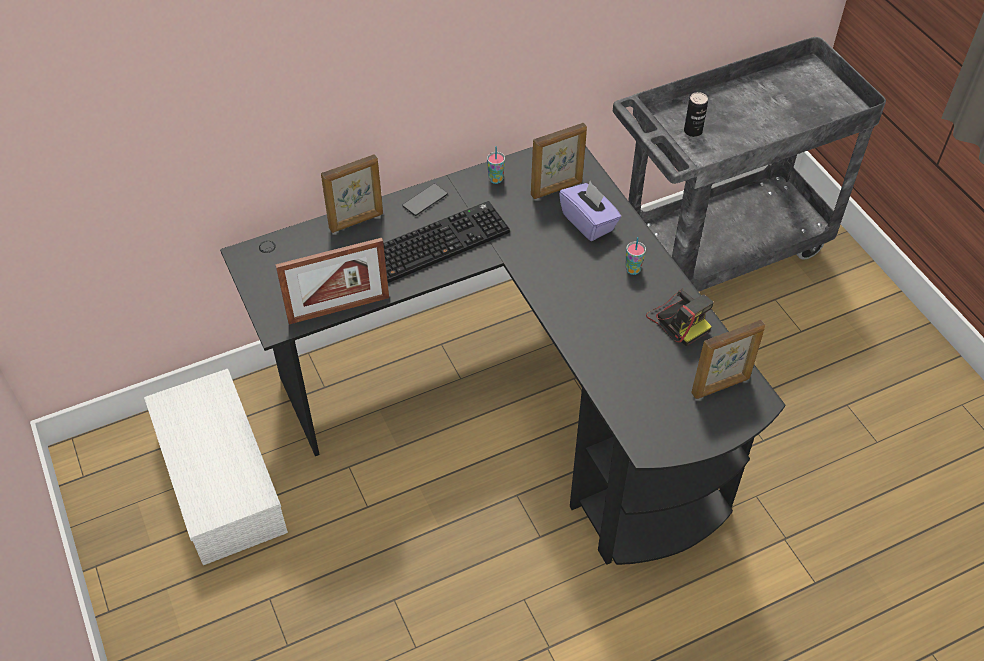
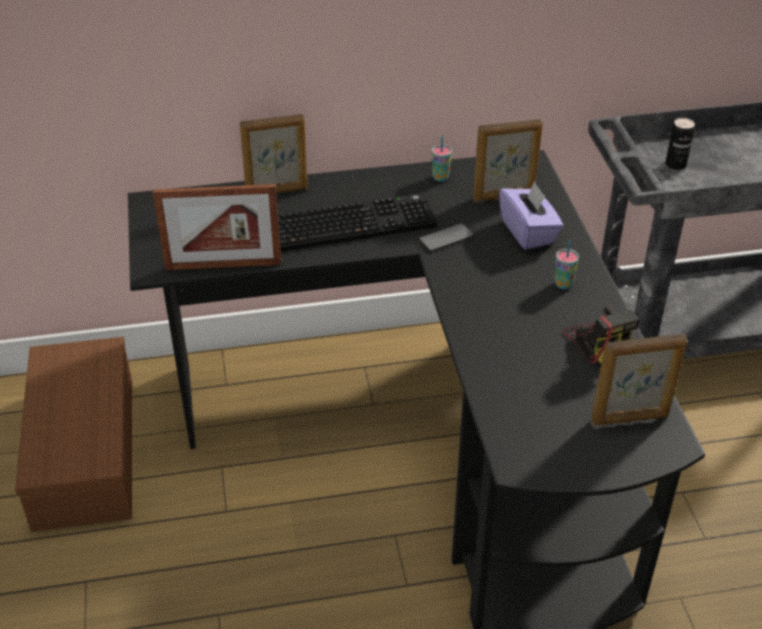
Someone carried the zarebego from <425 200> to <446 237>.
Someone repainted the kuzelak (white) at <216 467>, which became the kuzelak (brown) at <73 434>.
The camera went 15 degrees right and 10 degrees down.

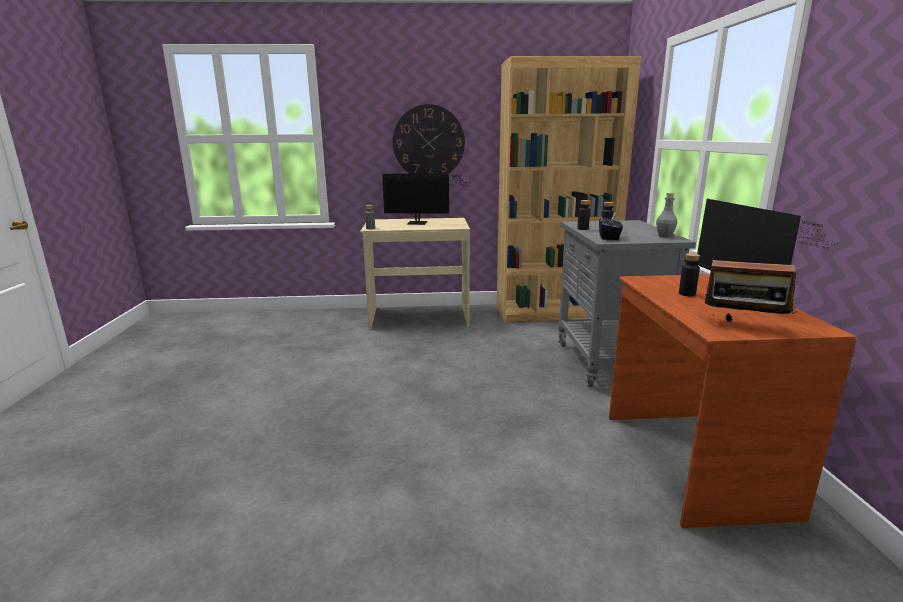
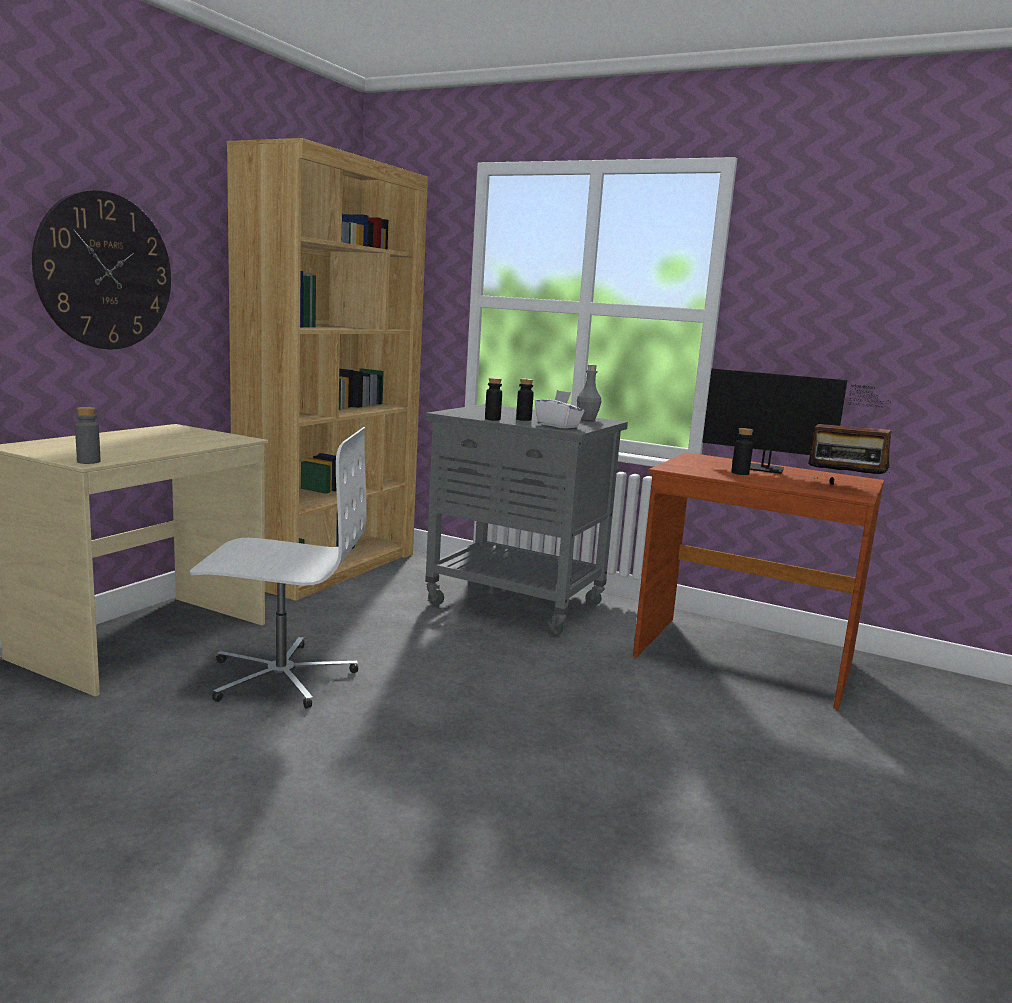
Someone took away the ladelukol at <425 199>.
Someone put down the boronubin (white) at <278 567>.
Someone repainted the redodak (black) at <611 226>, which became the redodak (white) at <560 409>.
Someone rotated the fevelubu at <750 283> by 60 degrees clockwise.
The camera went 60 degrees left and 5 degrees down.

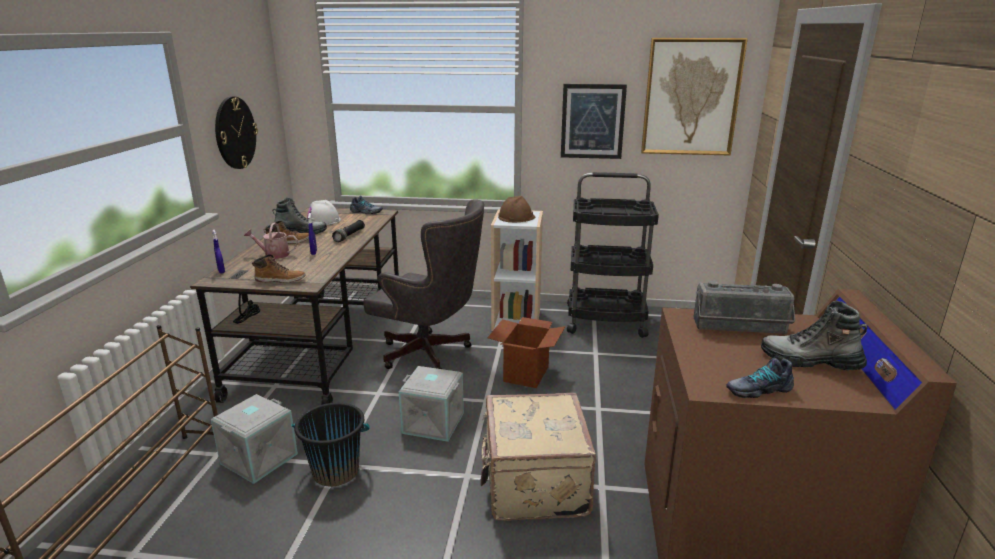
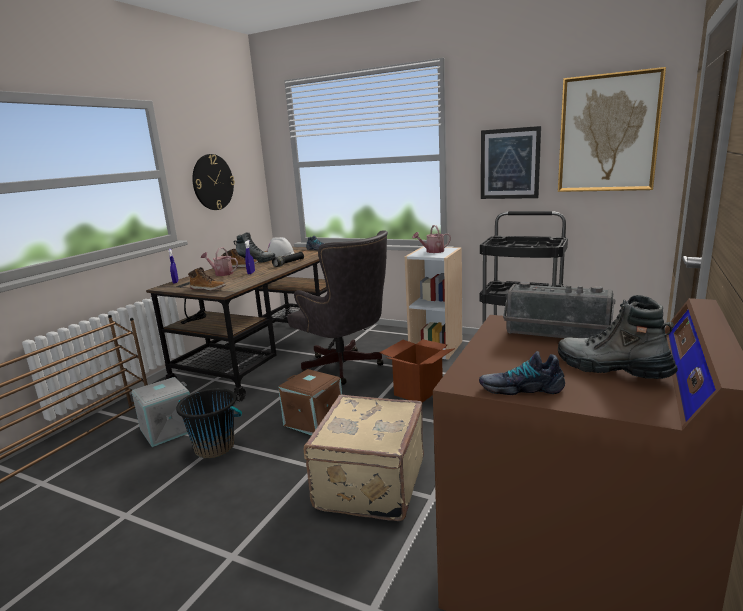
Someone swapped the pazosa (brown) at <516 209> for the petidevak at <431 239>.
Someone repainted the kuzelak (grey) at <431 404>, which became the kuzelak (brown) at <310 402>.
The camera went 20 degrees right and 5 degrees down.

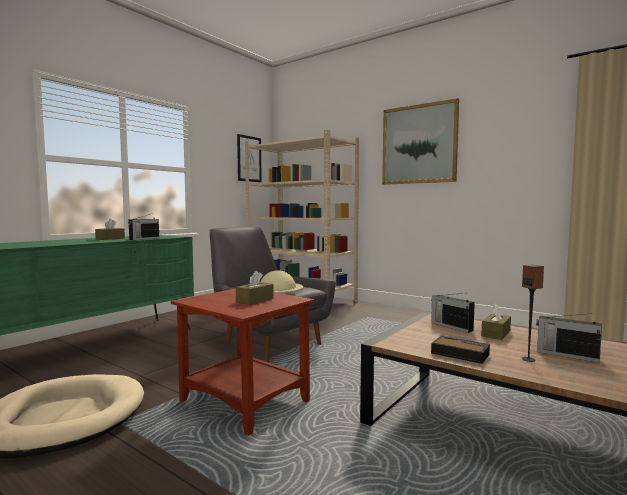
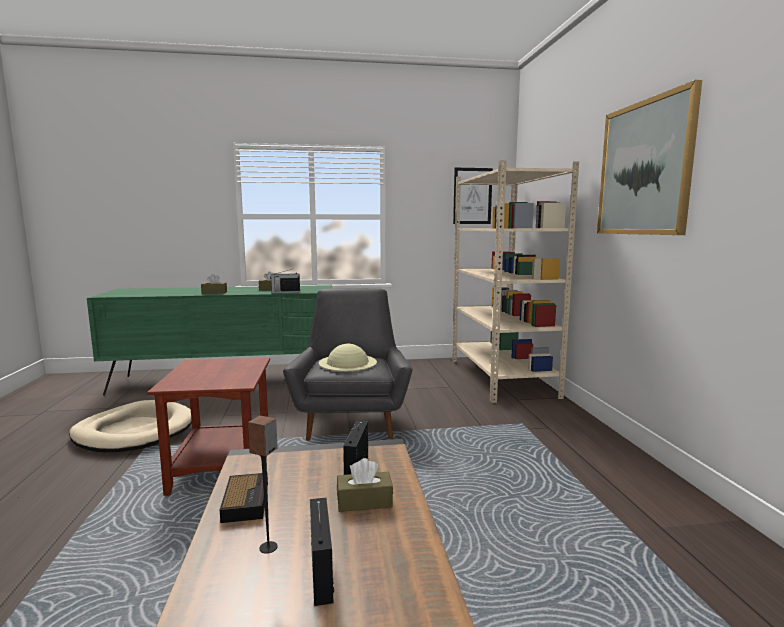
Someone carried the redodak (brown) from <254 288> to <214 284>.
The camera went 45 degrees right and 5 degrees up.

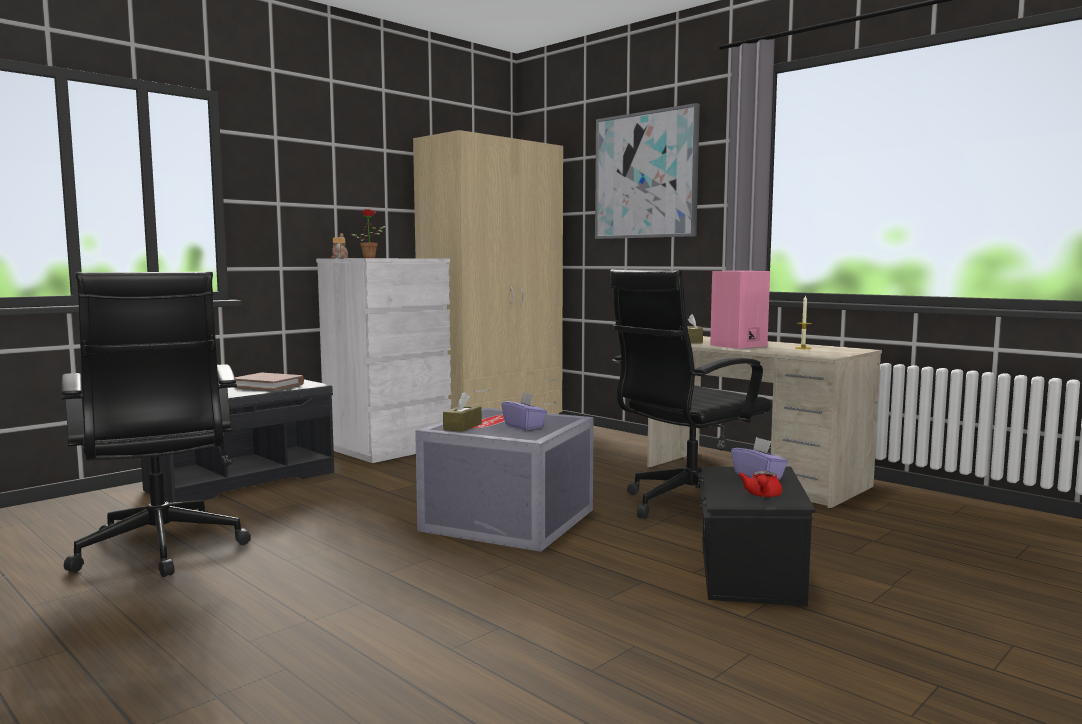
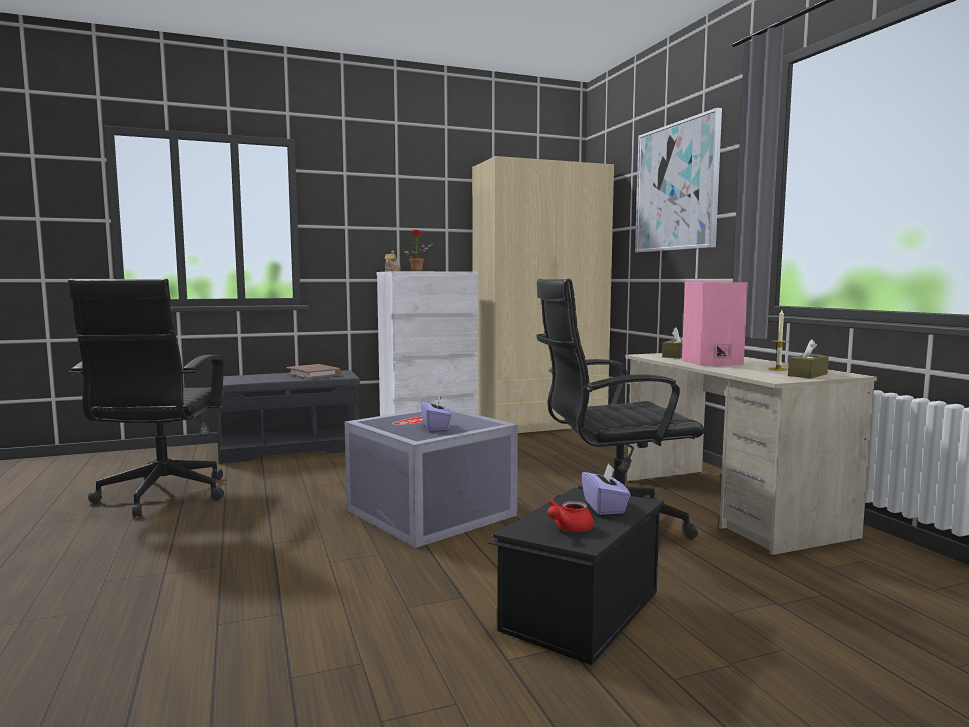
Someone carried the redodak (brown) from <462 412> to <808 358>.
The camera went 25 degrees right and 0 degrees up.

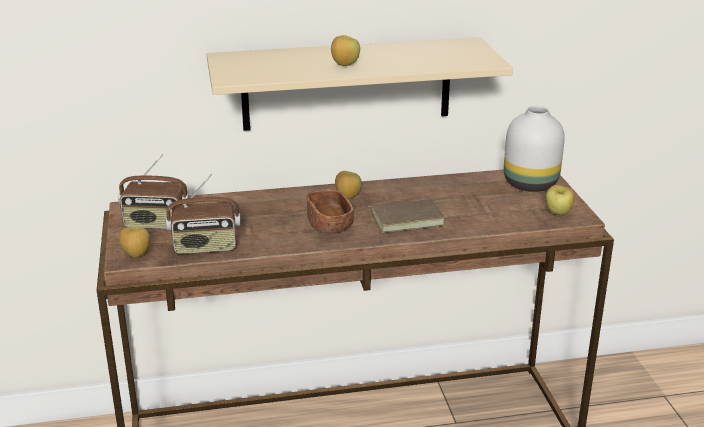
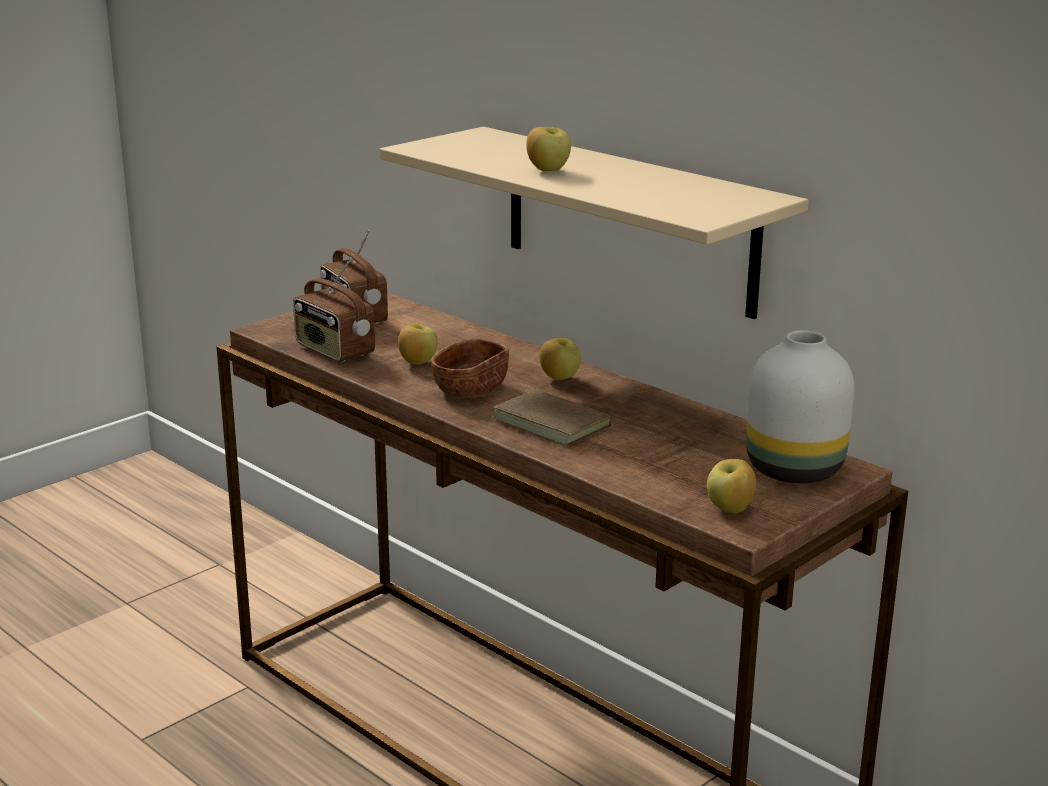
Someone carried the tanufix from <134 242> to <418 344>.
The camera went 55 degrees right and 5 degrees down.

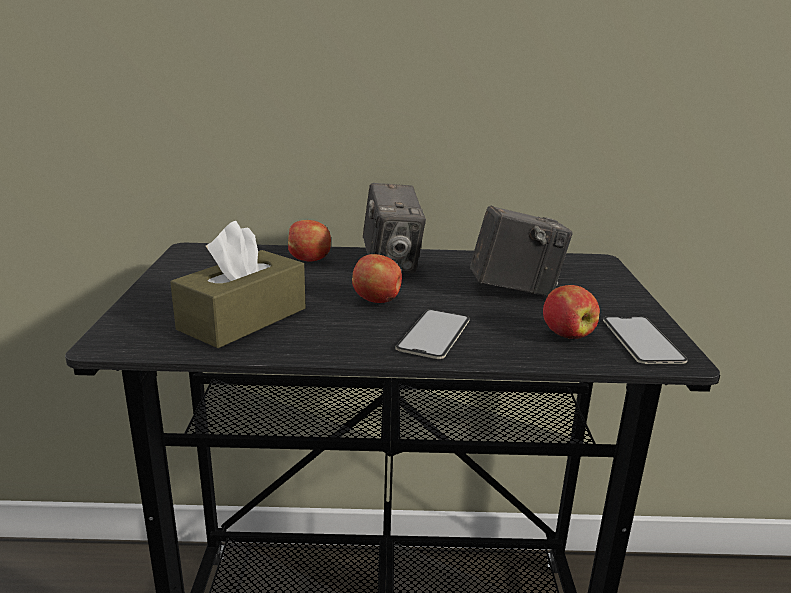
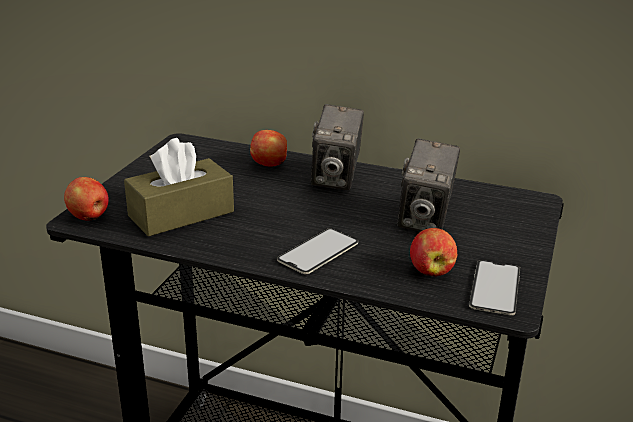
Someone carried the tanufix from <377 278> to <86 199>.
Someone rotated the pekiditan at <521 250> by 90 degrees clockwise.
The camera went 20 degrees right and 5 degrees up.

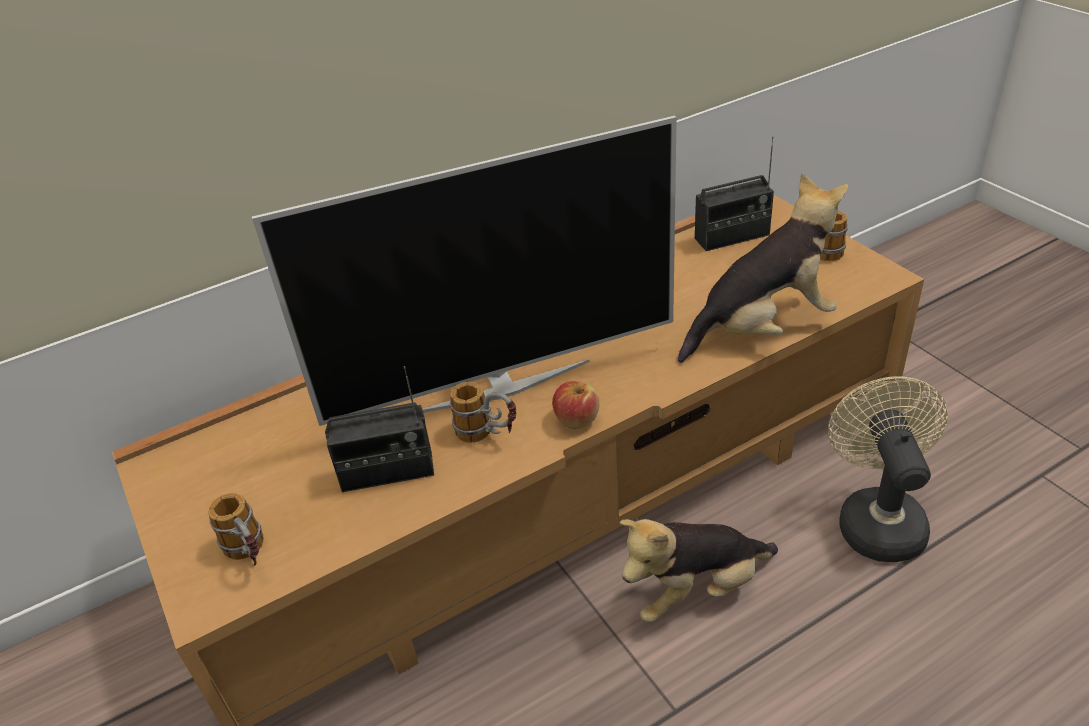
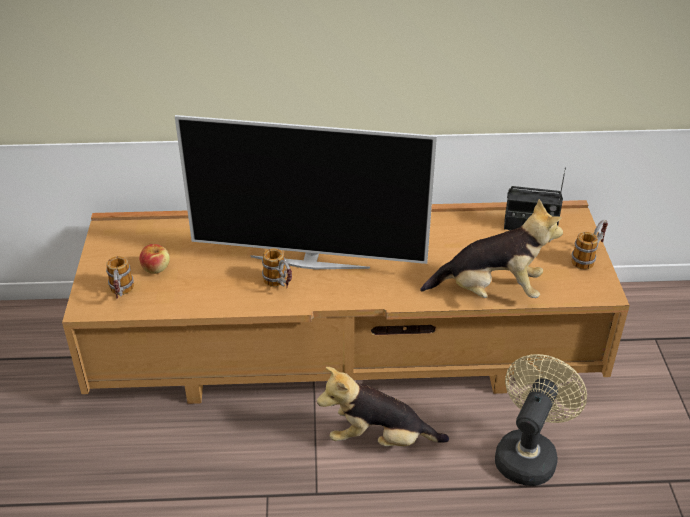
Someone took away the fevelubu at <379 429>.
Someone carried the tanufix from <576 405> to <154 259>.
The camera went 25 degrees right and 0 degrees up.

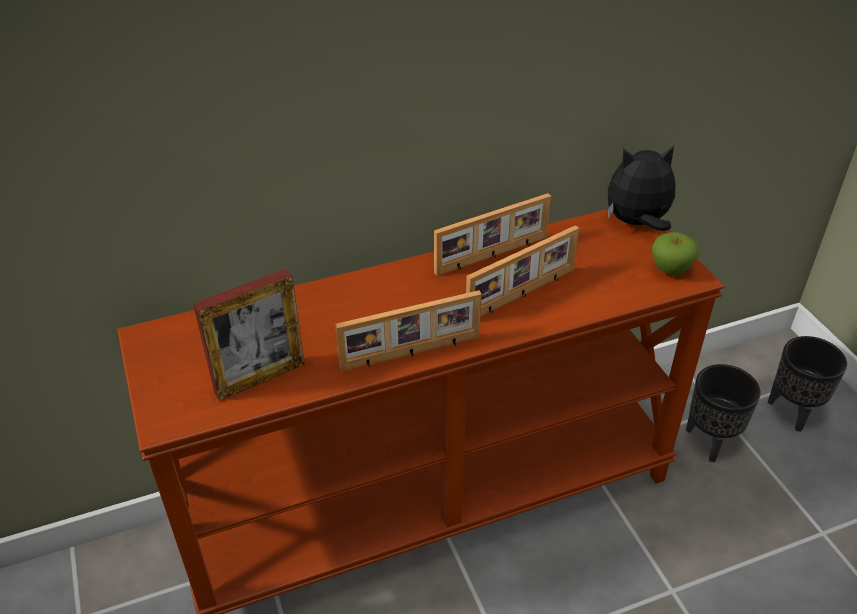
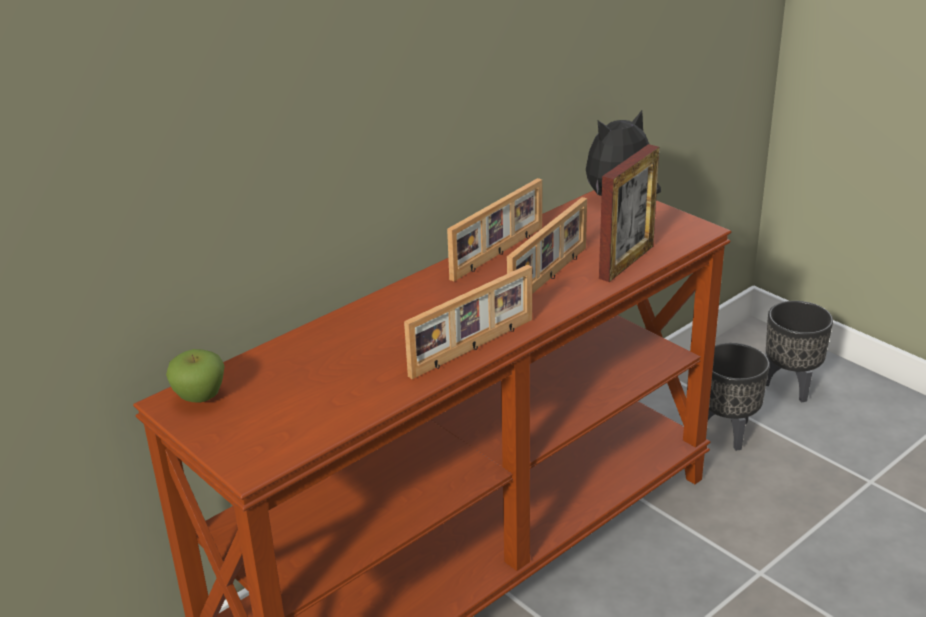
Someone carried the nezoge from <249 335> to <629 213>.
Someone carried the tanufix from <675 253> to <195 375>.
The camera went 20 degrees left and 10 degrees down.

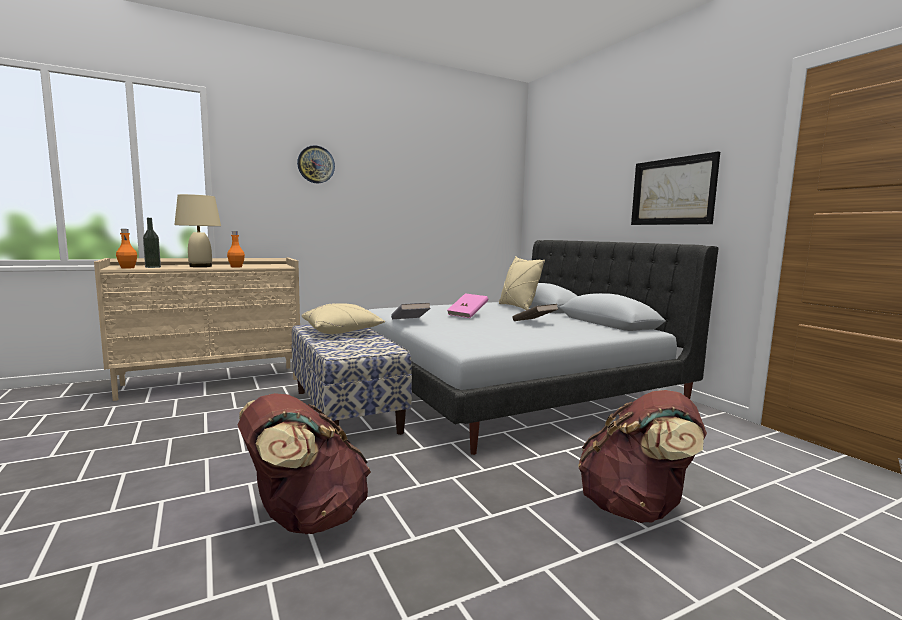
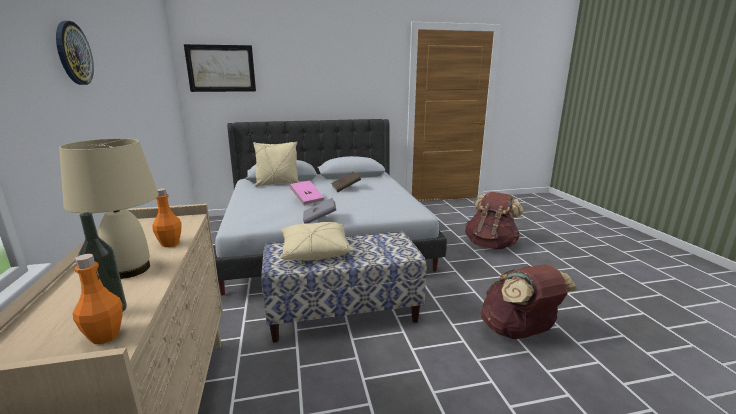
Someone carried the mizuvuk from <675 188> to <220 68>.
The camera went 75 degrees left and 10 degrees up.

